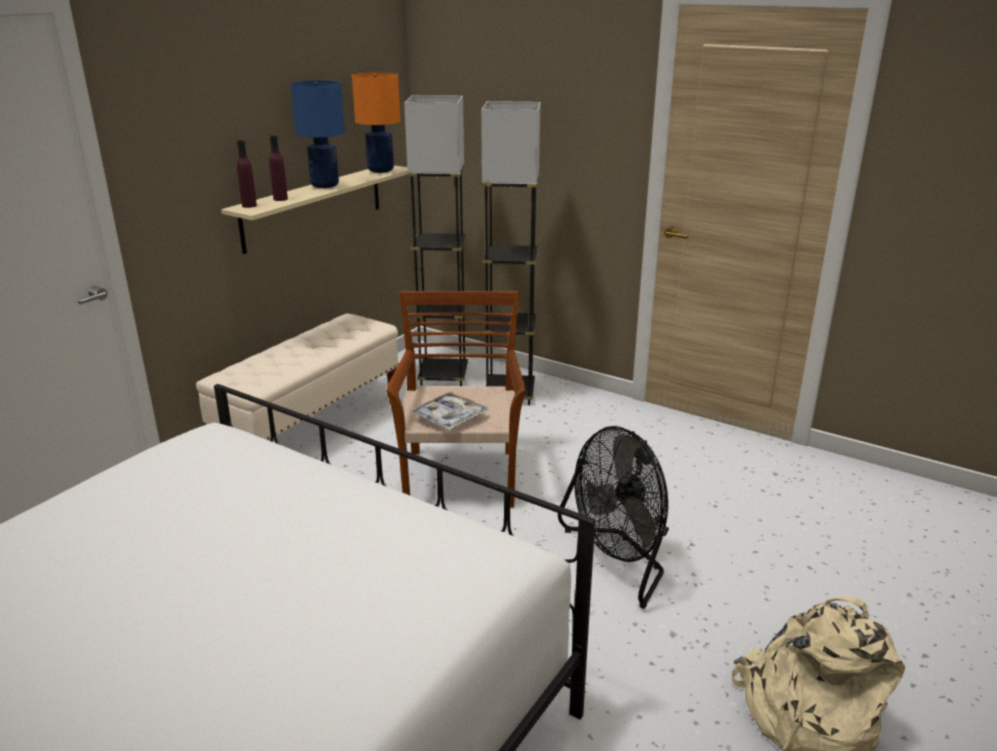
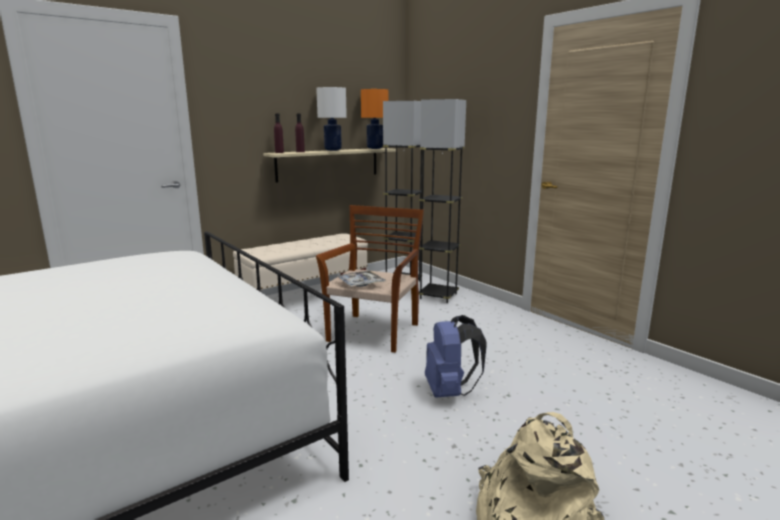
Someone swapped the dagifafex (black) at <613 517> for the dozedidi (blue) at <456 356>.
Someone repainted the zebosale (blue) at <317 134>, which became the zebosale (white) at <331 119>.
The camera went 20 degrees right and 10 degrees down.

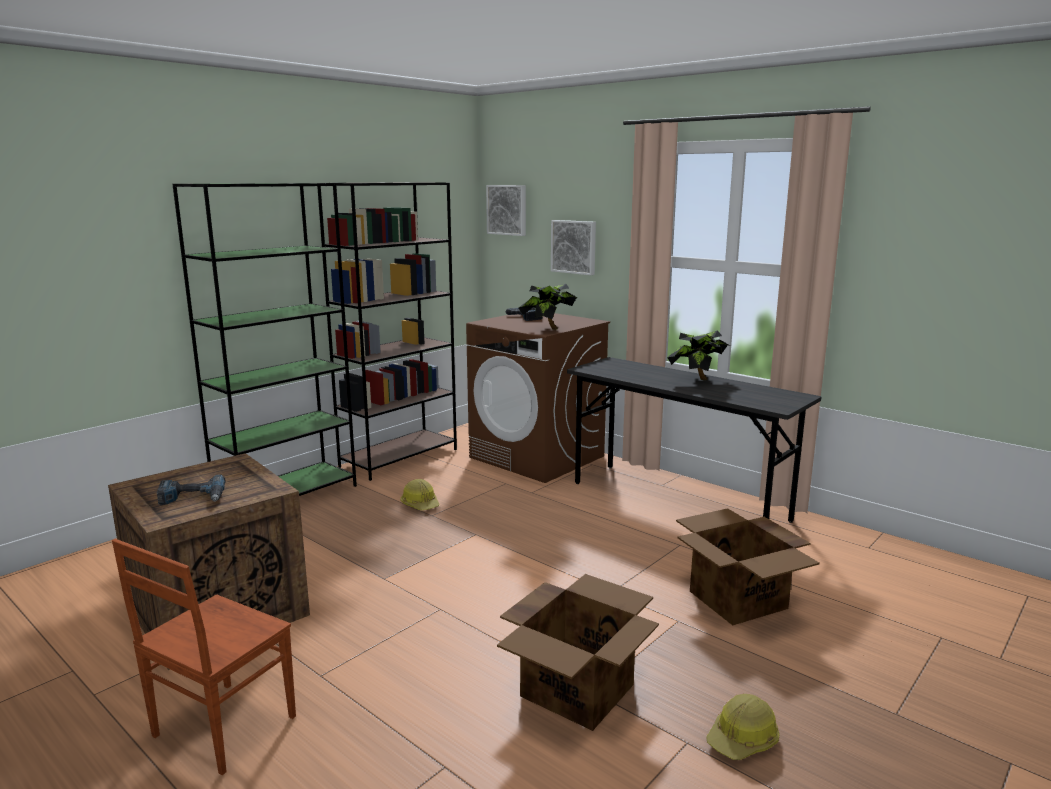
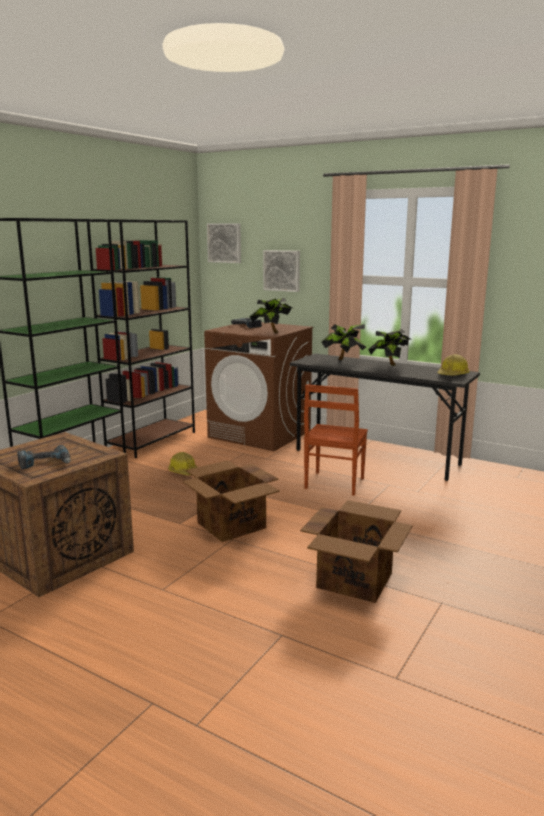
Someone put down the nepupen at <344 342>.
Someone carried the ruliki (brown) from <204 657> to <336 439>.
Someone carried the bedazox from <748 566> to <231 501>.
Someone carried the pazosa from <743 727> to <453 365>.
The camera went 10 degrees left and 0 degrees up.

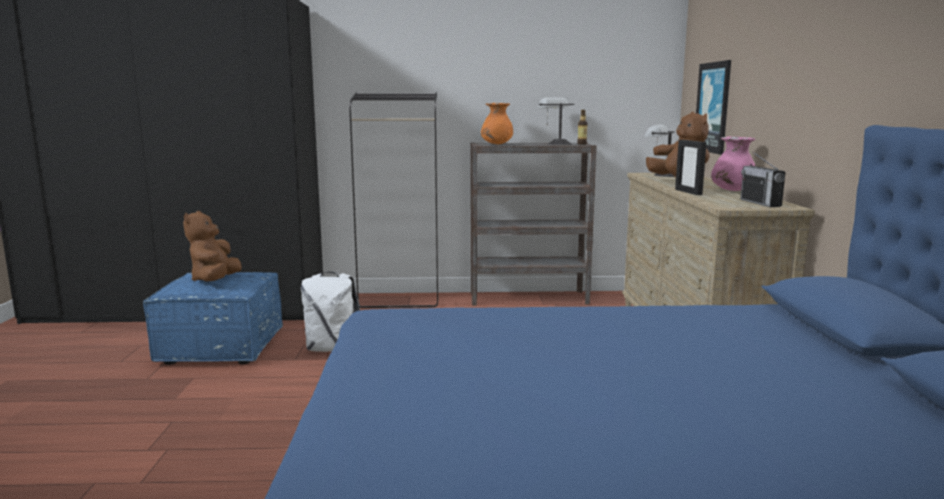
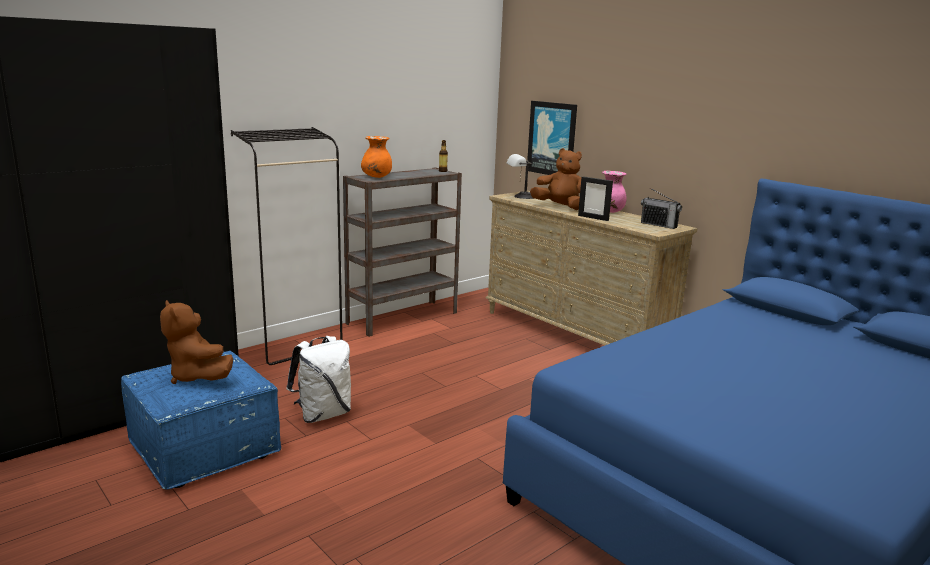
Someone took away the zebosale at <556 121>.
The camera went 40 degrees left and 5 degrees up.

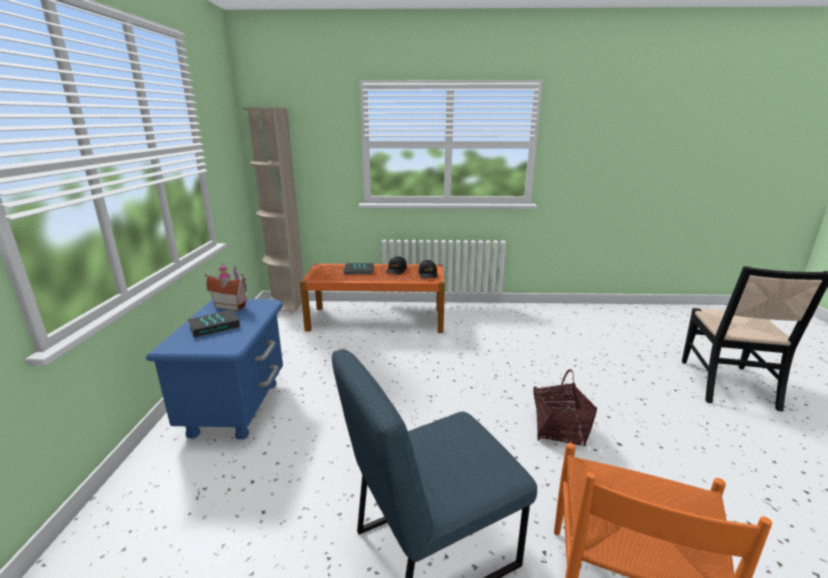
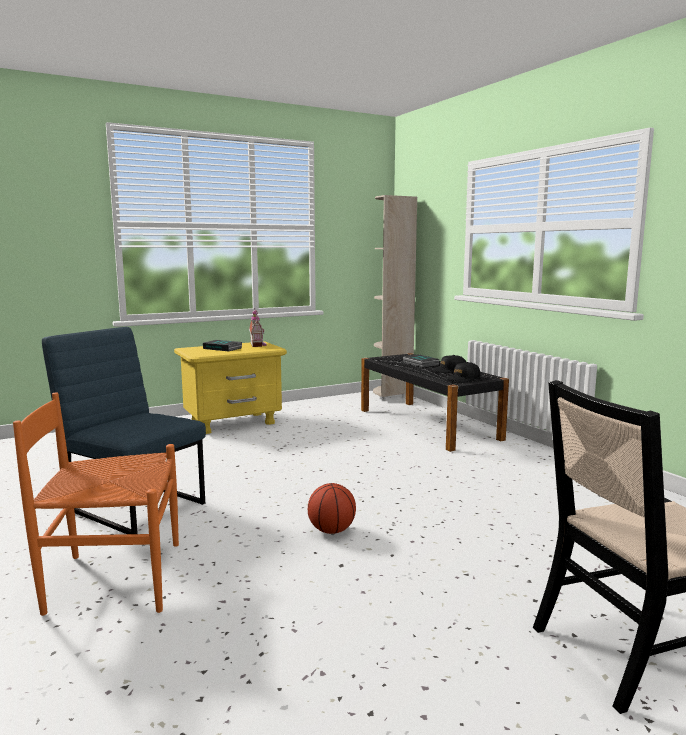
Someone swapped the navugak at <565 408> for the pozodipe at <332 508>.
Someone repainted the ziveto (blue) at <214 369>, which became the ziveto (yellow) at <230 387>.
Someone repainted the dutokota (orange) at <372 298>, which became the dutokota (black) at <435 402>.
The camera went 60 degrees right and 10 degrees down.

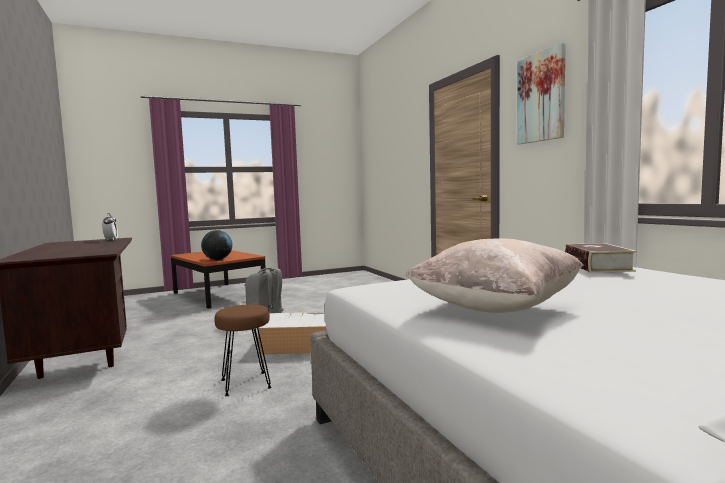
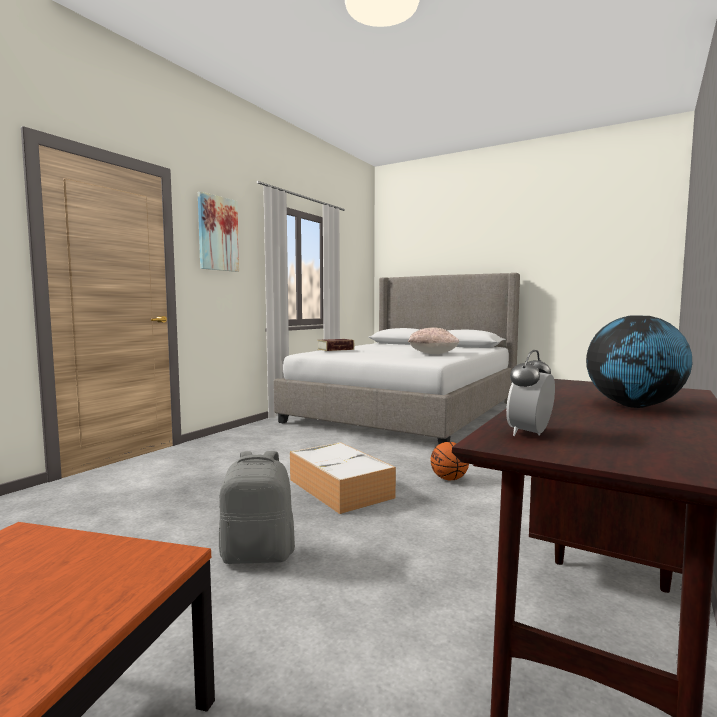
Someone carried the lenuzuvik from <216 245> to <639 362>.
Someone swapped the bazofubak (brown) at <243 350> for the pozodipe at <450 461>.
The camera went 125 degrees left and 0 degrees up.

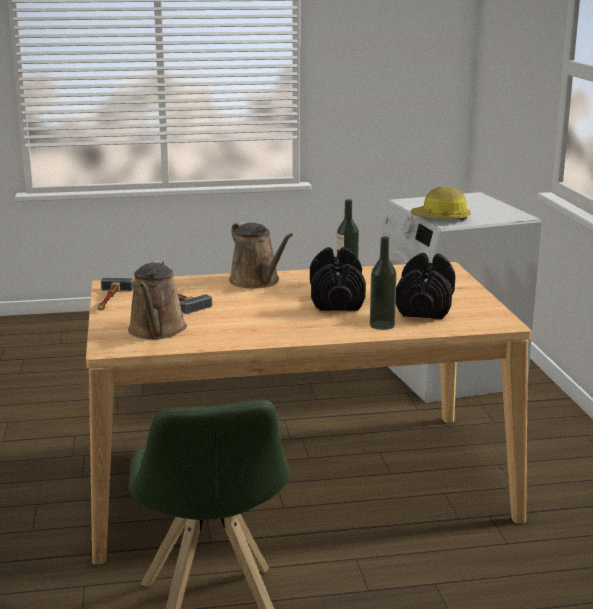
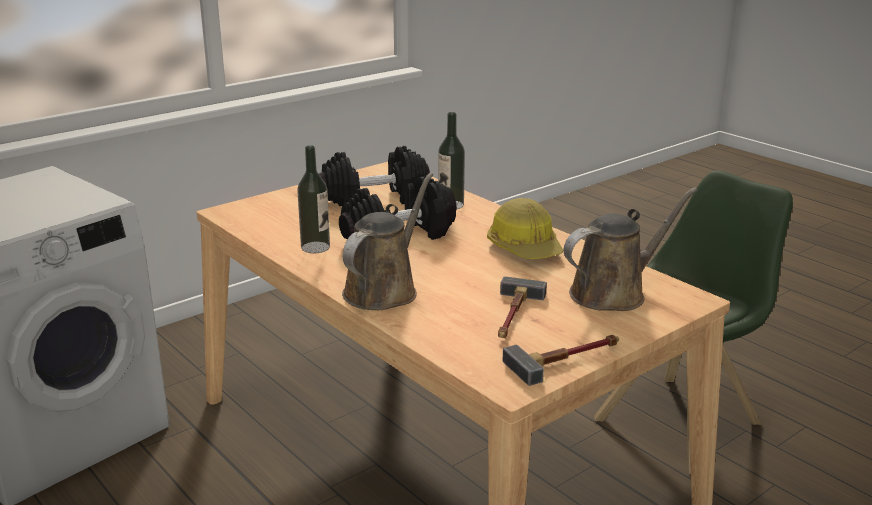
Someone carried the pazosa from <440 204> to <525 228>.
The camera went 120 degrees left and 5 degrees up.

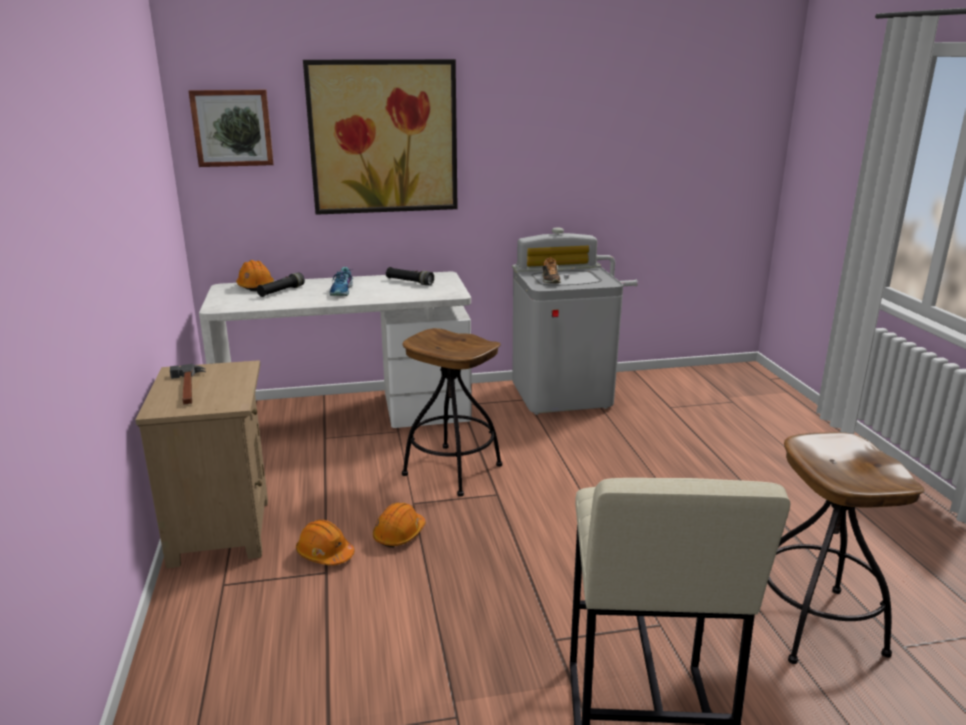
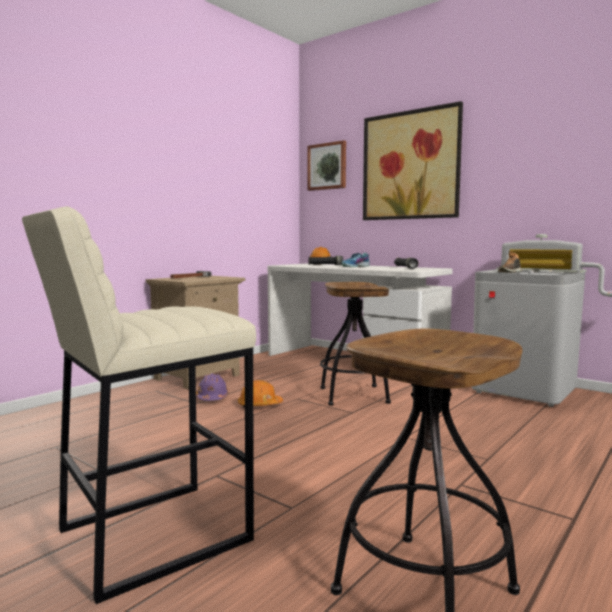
Someone repainted the pazosa (orange) at <325 542>, which became the pazosa (purple) at <212 387>.
The camera went 50 degrees right and 15 degrees down.

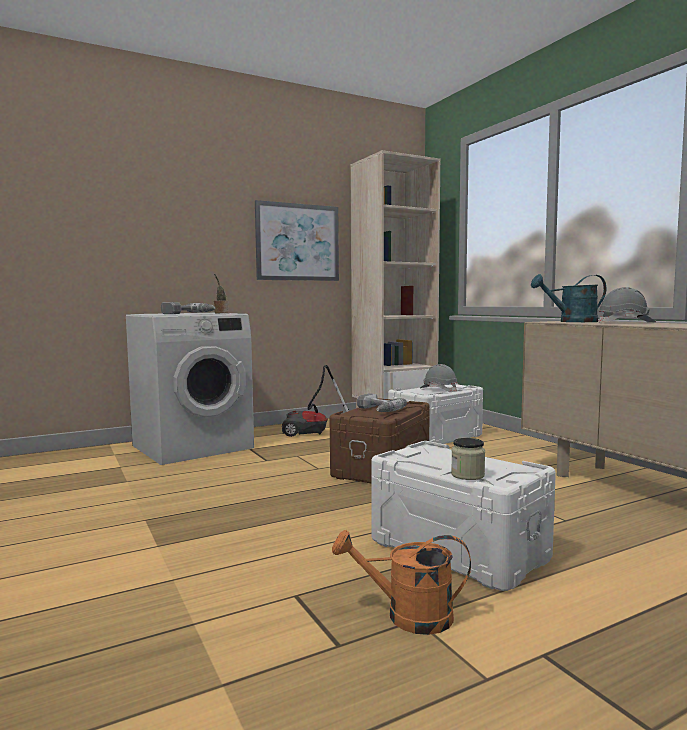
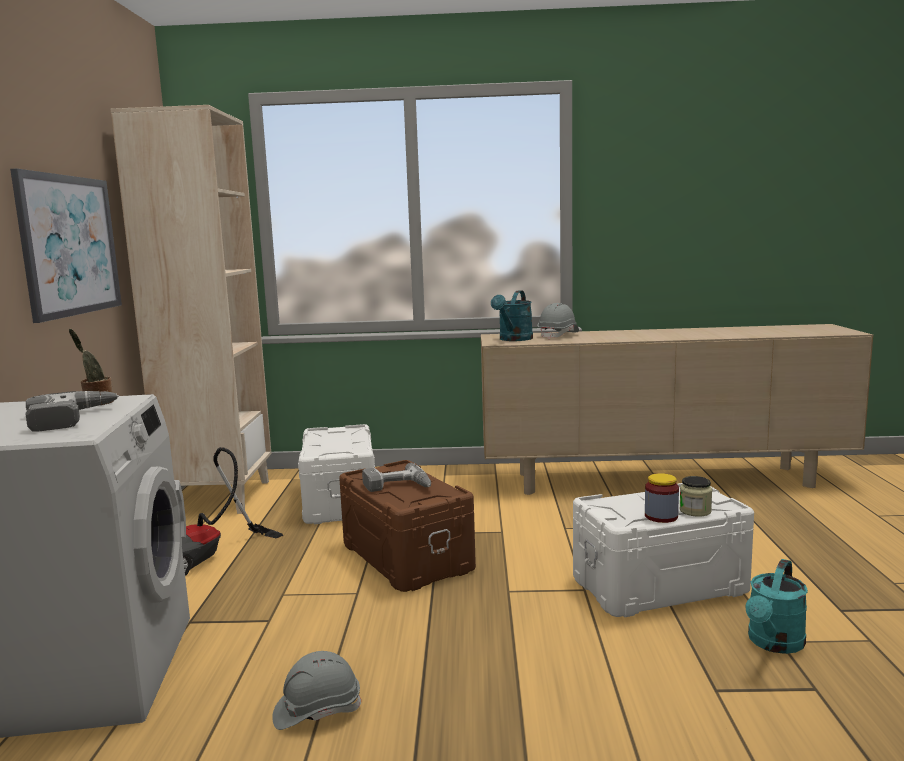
Someone put down the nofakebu at <662 498>.
Someone carried the pazosa (grey) from <439 378> to <316 690>.
Someone repainted the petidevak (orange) at <401 582>, which became the petidevak (turquoise) at <776 606>.
The camera went 60 degrees left and 5 degrees up.

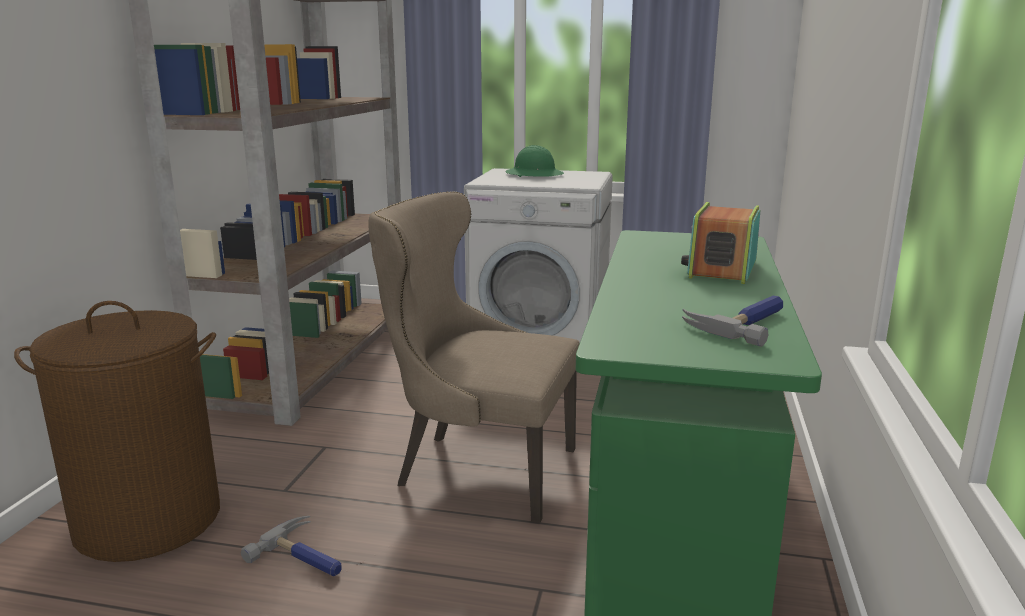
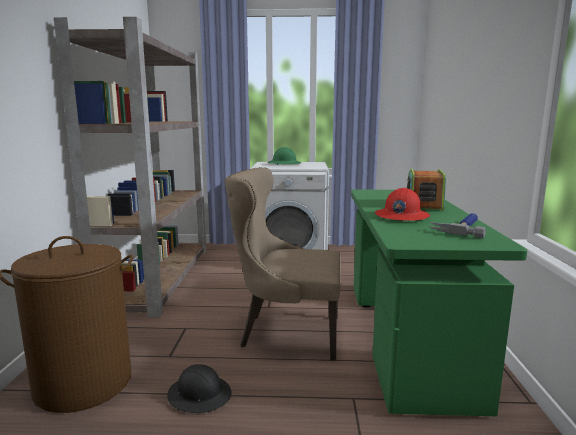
Someone put down the pazosa (red) at <402 204>.
Someone swapped the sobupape at <291 546> for the pazosa (black) at <199 388>.
The camera went 10 degrees left and 5 degrees down.

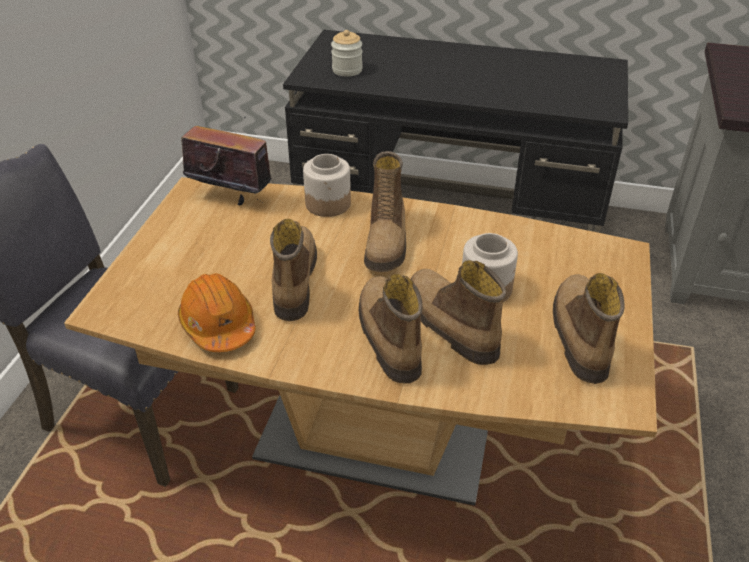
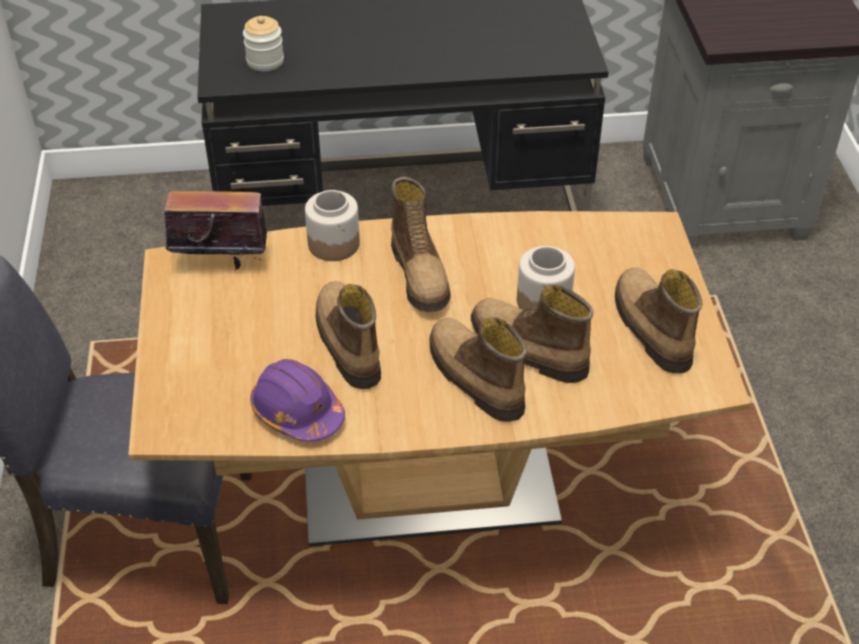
Someone repainted the pazosa (orange) at <217 312>, which became the pazosa (purple) at <297 400>.
The camera went 20 degrees left and 5 degrees up.

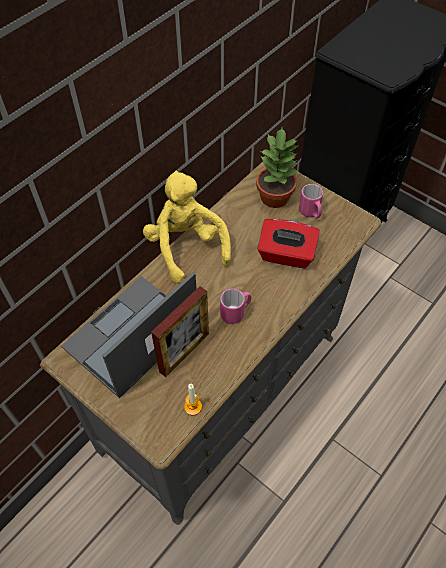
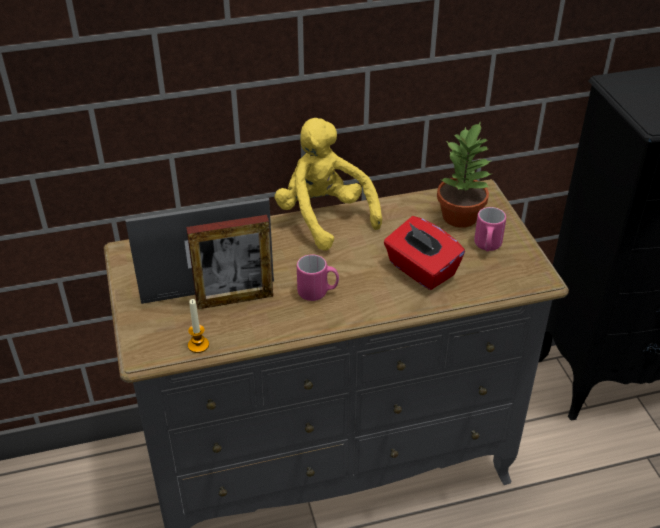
Someone rotated the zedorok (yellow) at <187 227> by 45 degrees counterclockwise.
The camera went 35 degrees right and 15 degrees down.

